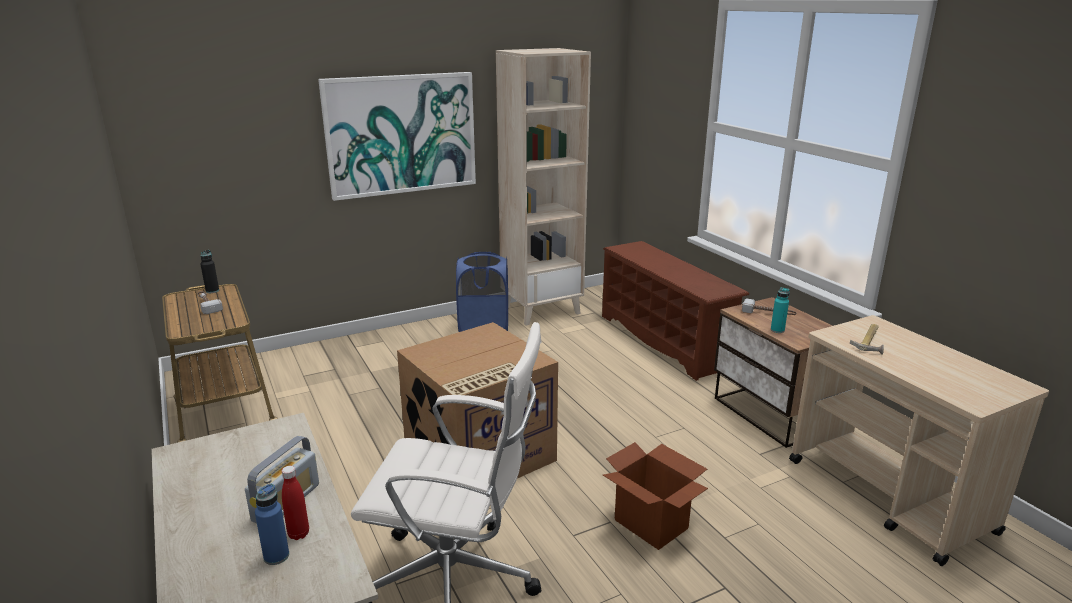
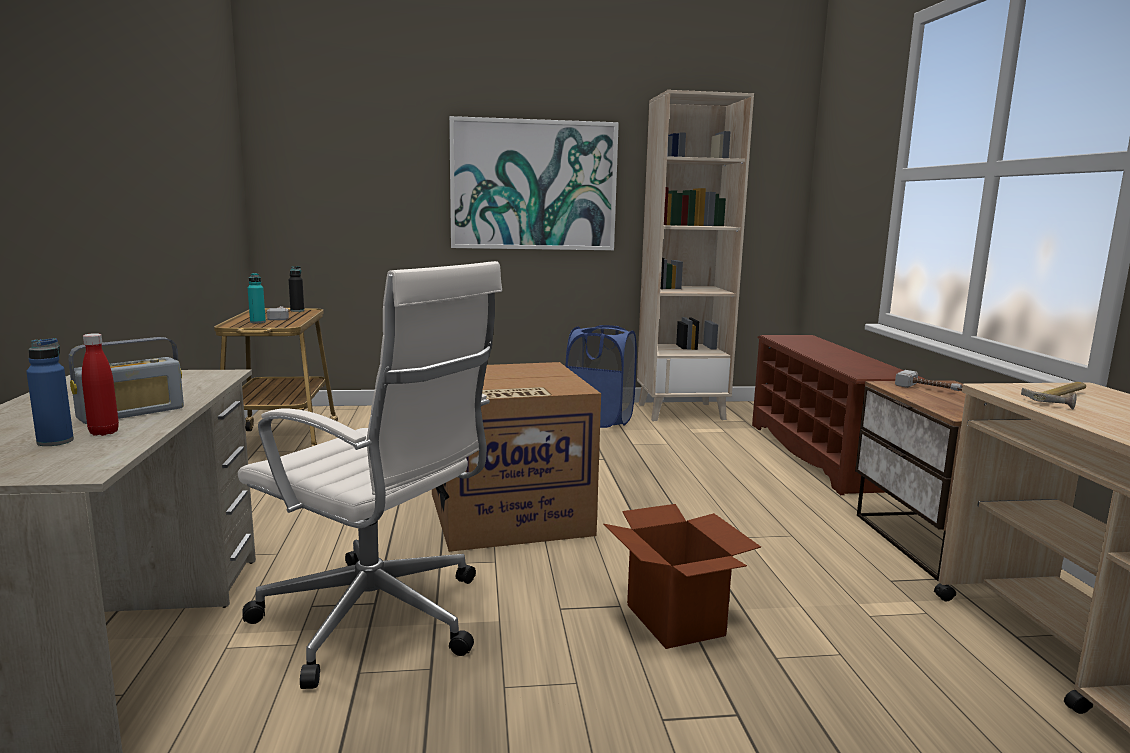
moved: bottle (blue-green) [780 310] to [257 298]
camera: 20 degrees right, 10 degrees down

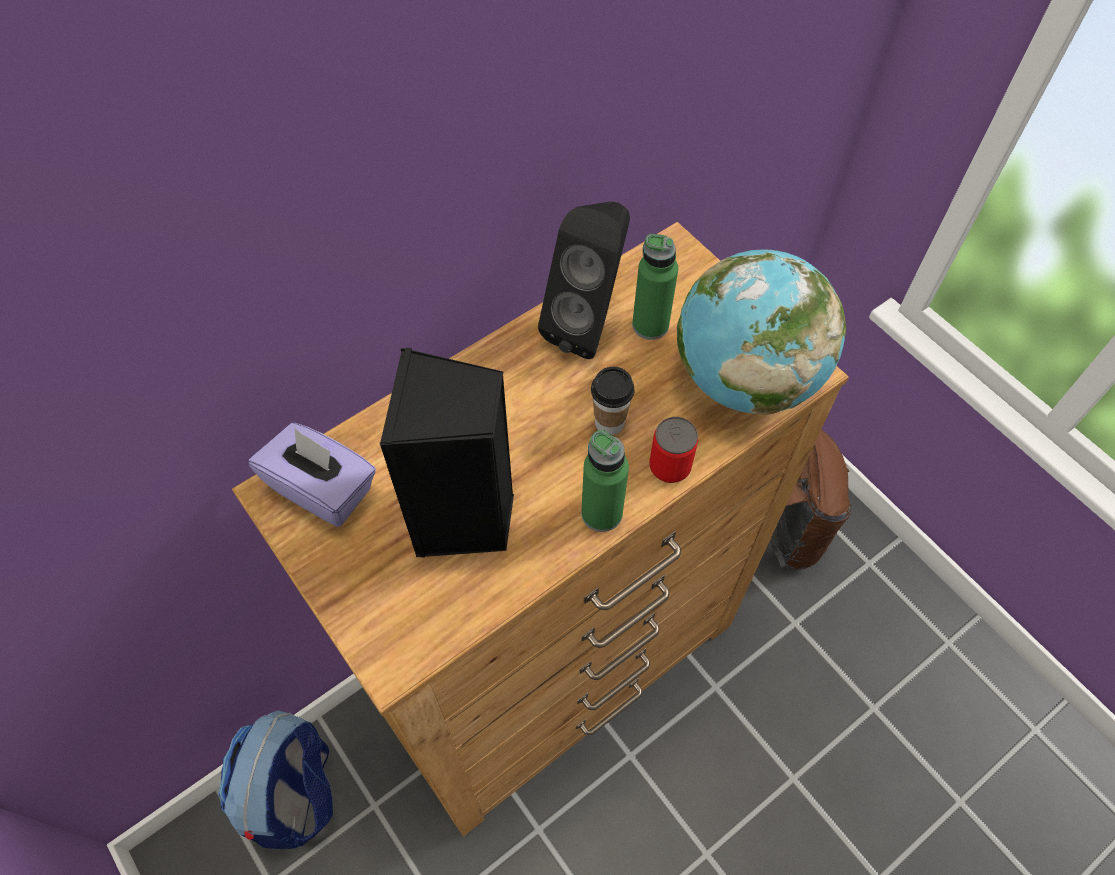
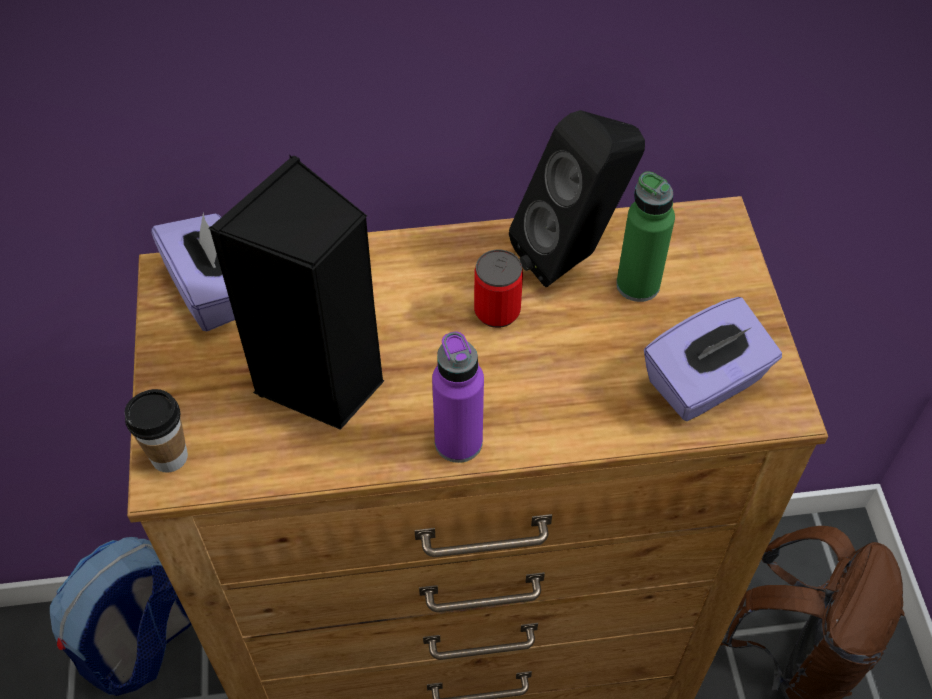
moved: drinking cup [613 401] to [156 431]; sealed can [673 450] to [498 289]
replaced: desk globe [761 332] to tissue holder (purplish) [713 359]
recoloured: bottle (green-coloured) [605 481] to bottle (purplish) [458 397]
camera: 30 degrees right, 5 degrees down

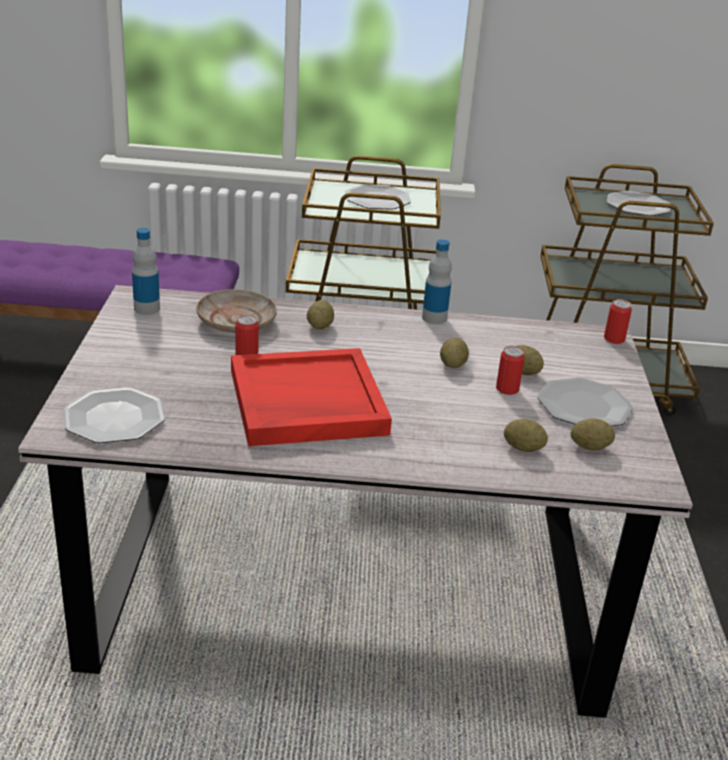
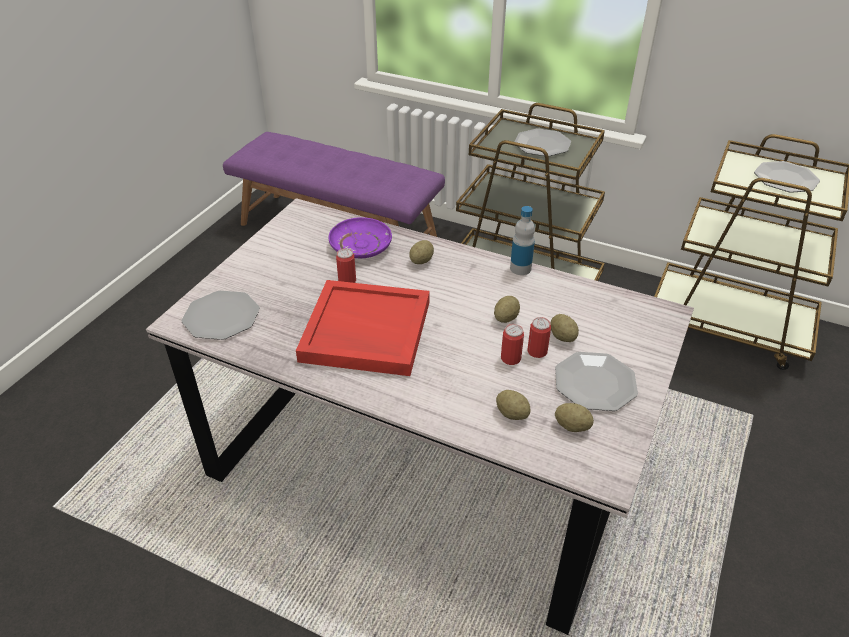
removed: bottle [146 271]
moved: sealed can [618 321] to [512 344]
recoloured: flat dish (beige-coloured) [236 311] to flat dish (purplish) [360 237]
camera: 25 degrees right, 10 degrees up

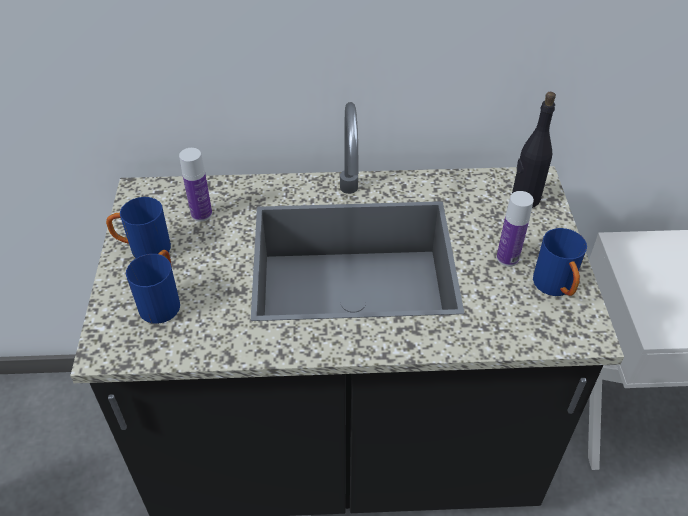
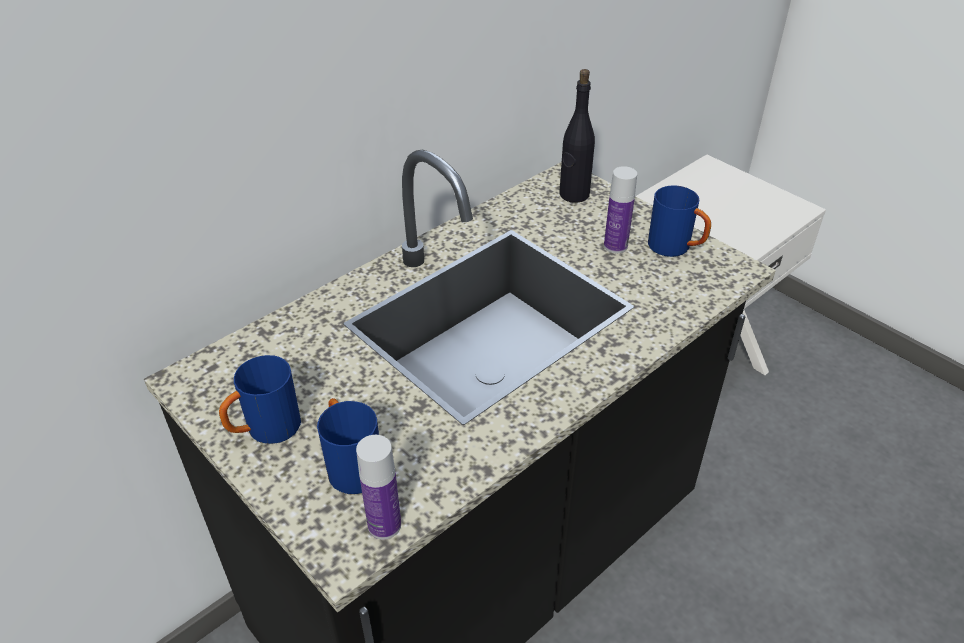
moved: bottle [195 185] to [378 487]
camera: 40 degrees left, 5 degrees down

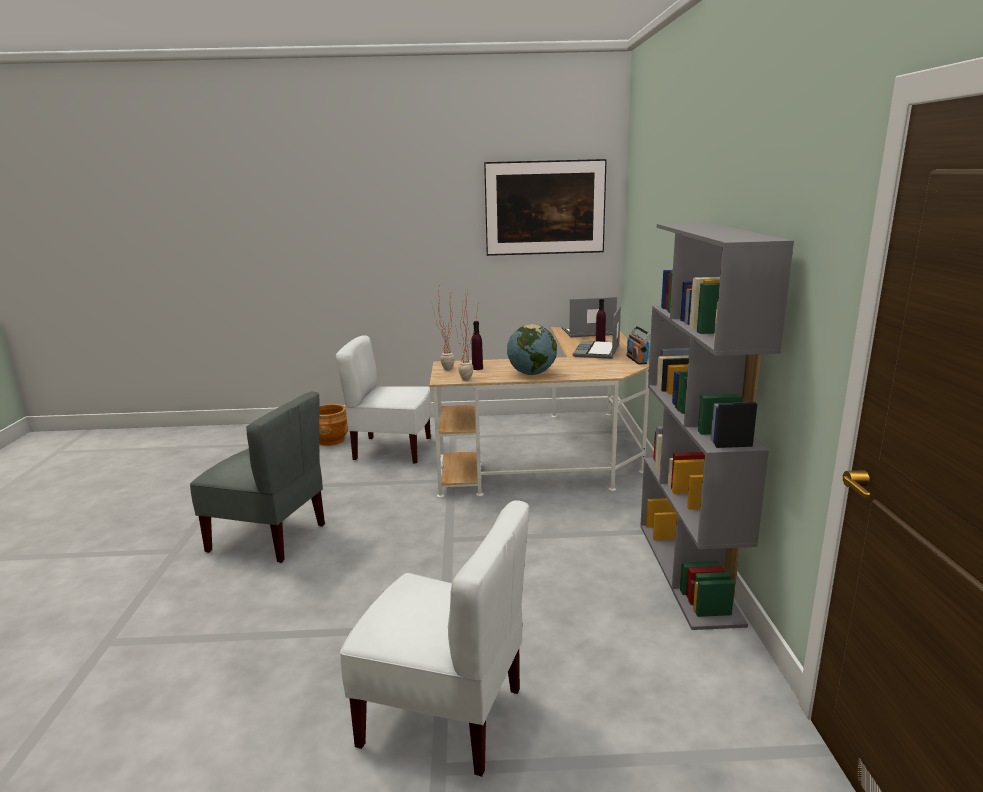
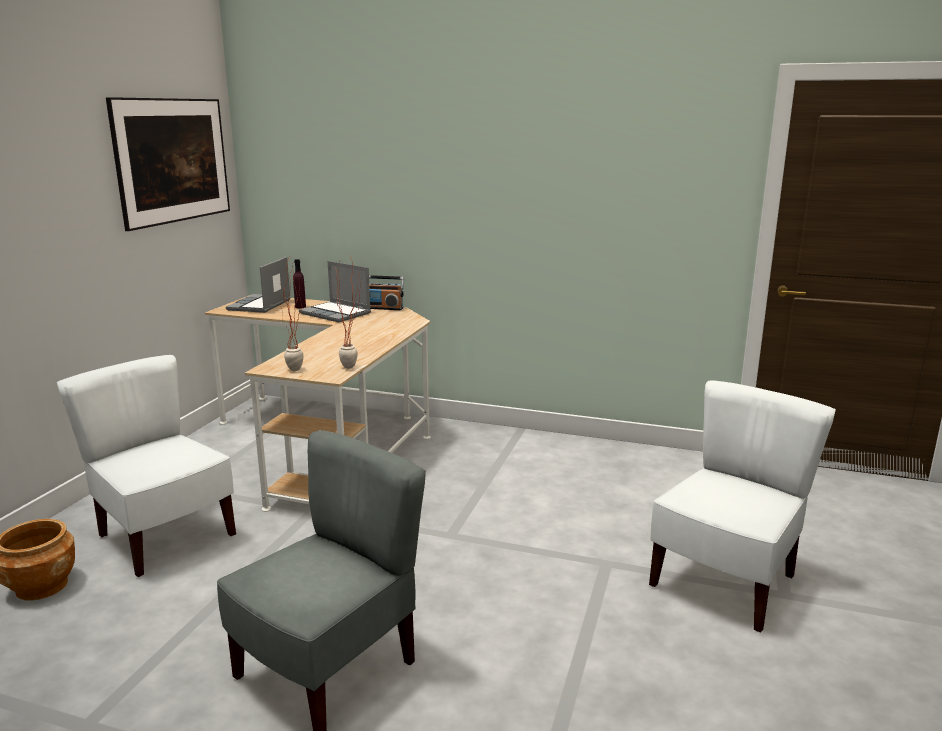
removed: bottle (purplish) [477 345]; desk globe [532 349]; shelving unit (greyish) [717 426]
turned: plain chair (white) [383 399] = [146 466] 105 degrees clockwise
camera: 70 degrees left, 0 degrees up

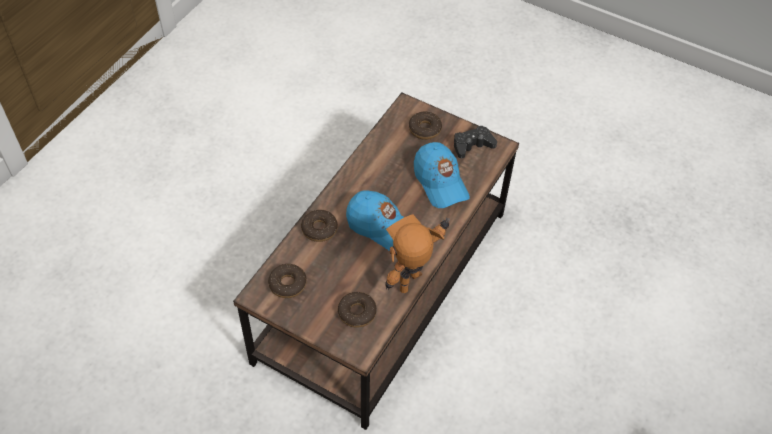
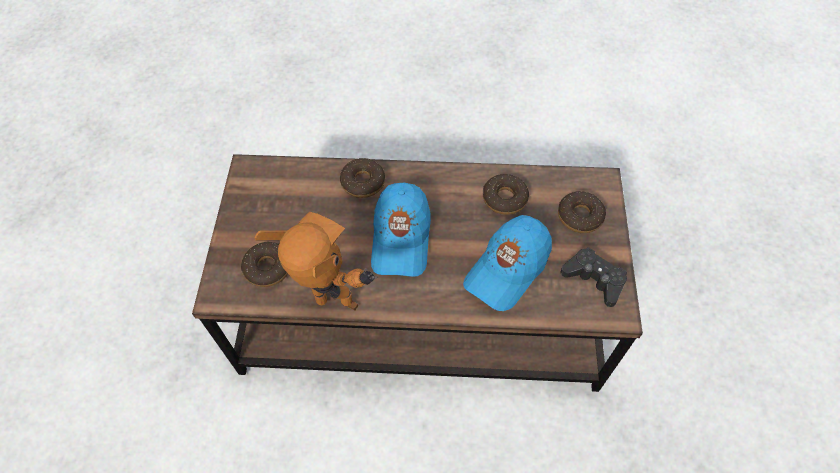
moved: ring doughnut [287 281] to [506 194]
camera: 65 degrees right, 5 degrees up

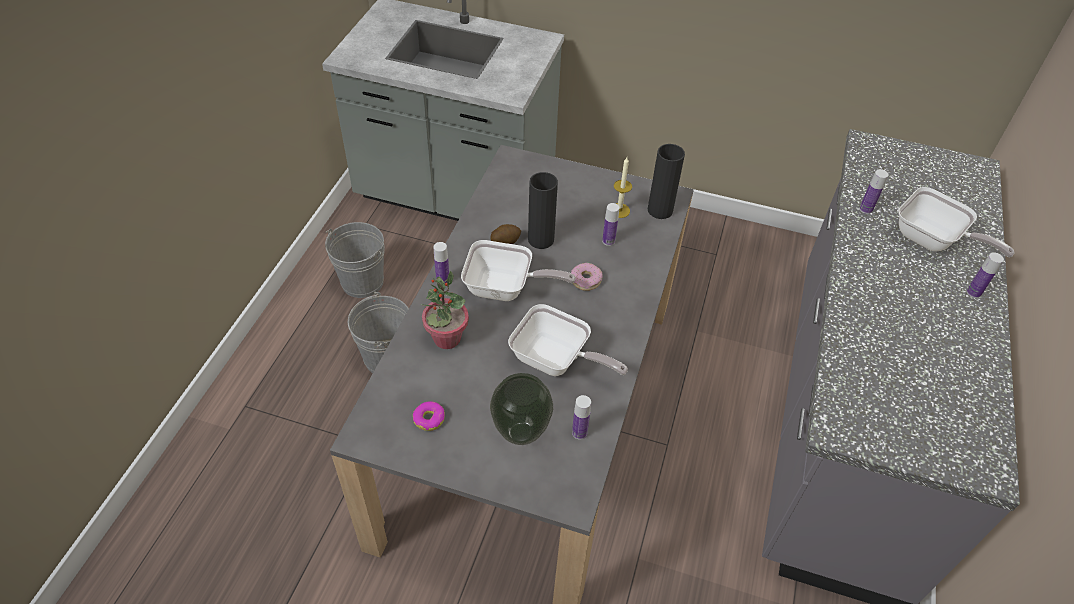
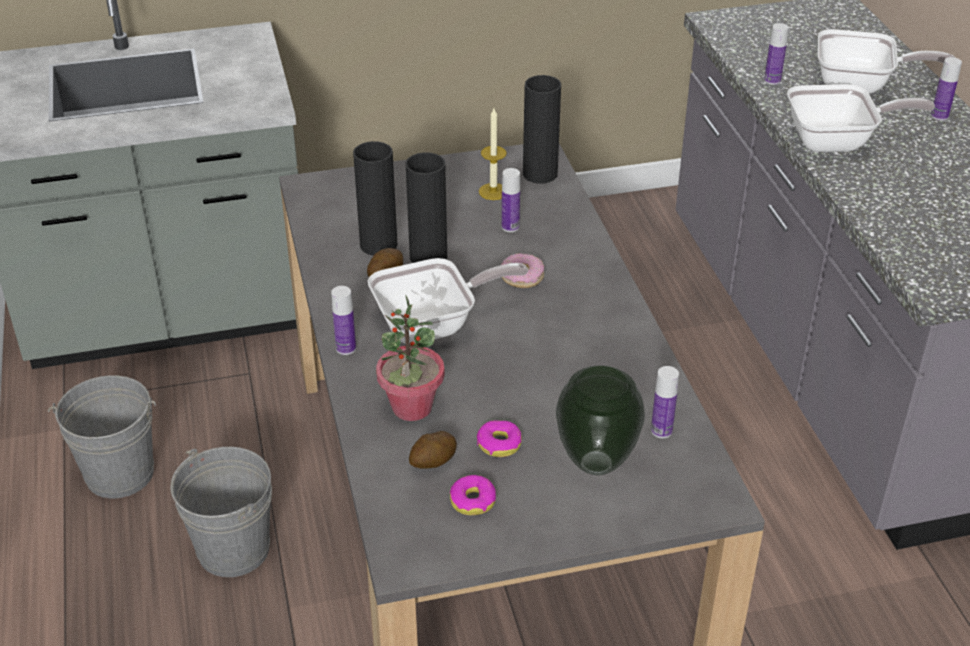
added: decorative vase (blackish) [375 198]; potato [433 450]; ring doughnut [499 438]
moved: pan [568 340] to [861 118]
camera: 30 degrees left, 10 degrees down

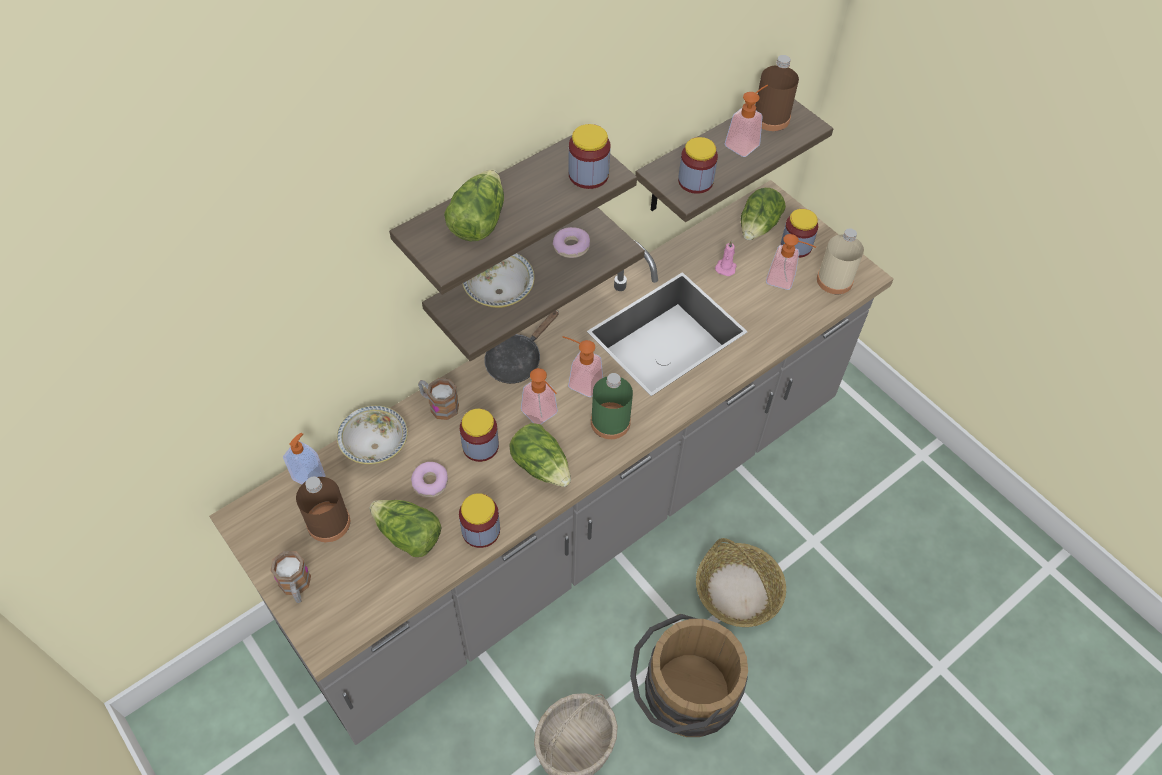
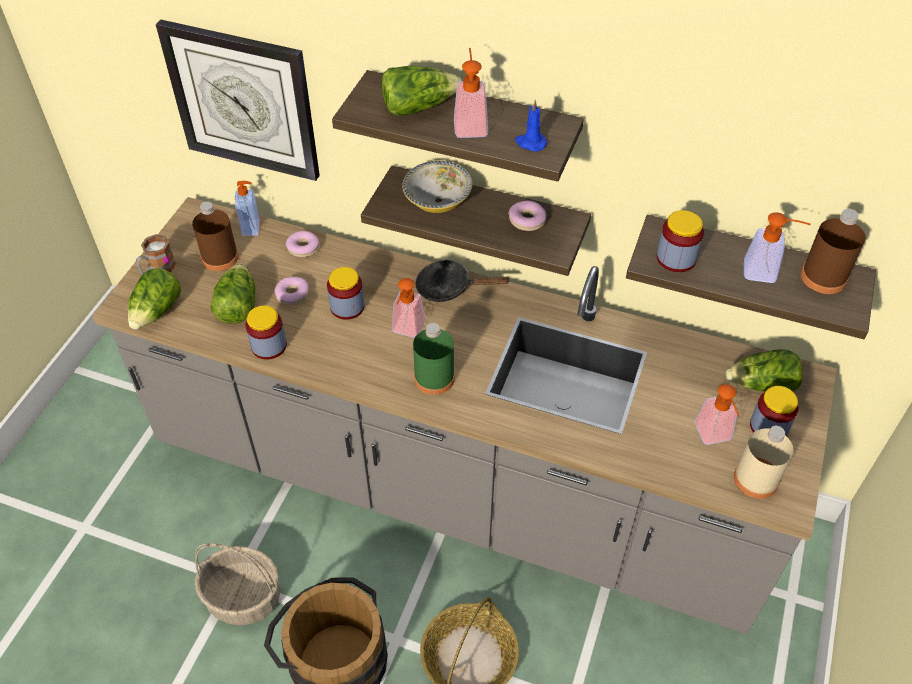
removed: mug [438 399]; wax light (pinkish) [725 258]
added: wall clock [238 100]
moved: lettuce [540 455] to [154 299]; soap bottle [582 366] to [471 93]
replaced: deep dish [372 435] to ring doughnut [302 244]; storage jar [589 156] to wax light (bluish) [531 125]
camera: 60 degrees right, 5 degrees down

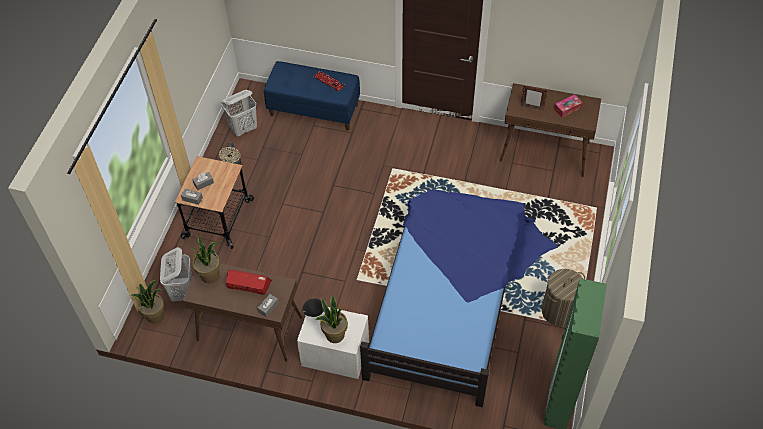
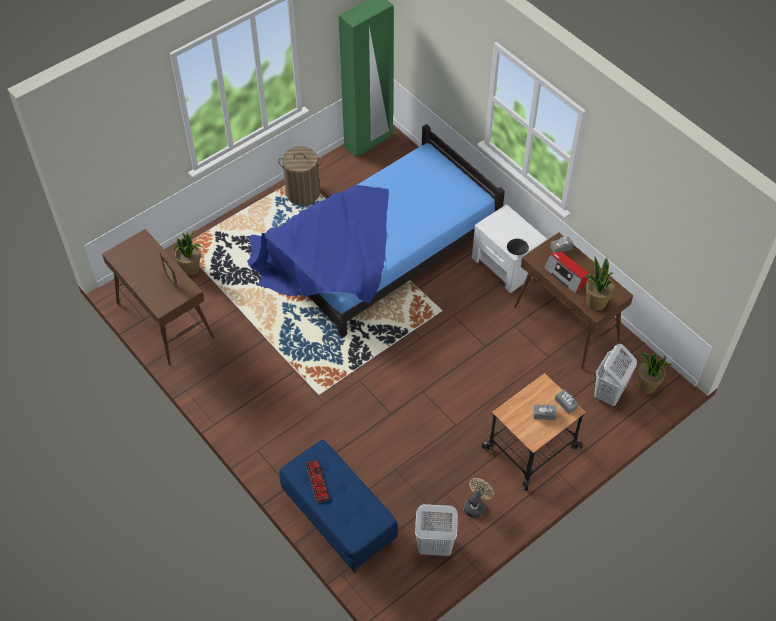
removed: tissue holder [568 106]
moved: potted plant [332 319] to [187 252]
camera: 145 degrees left, 0 degrees up

